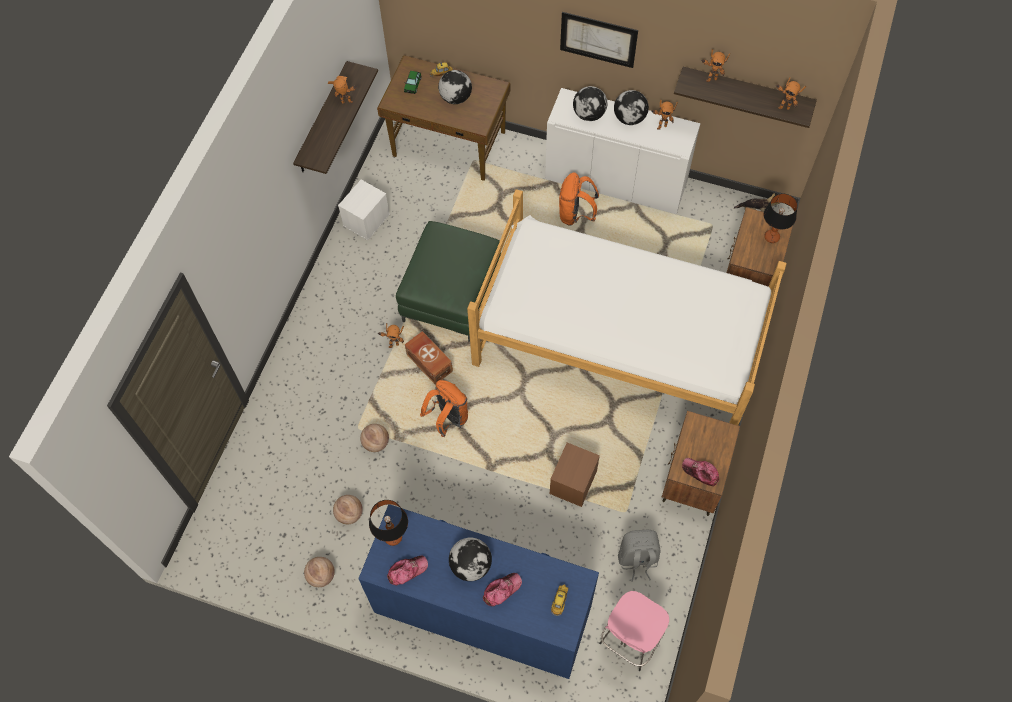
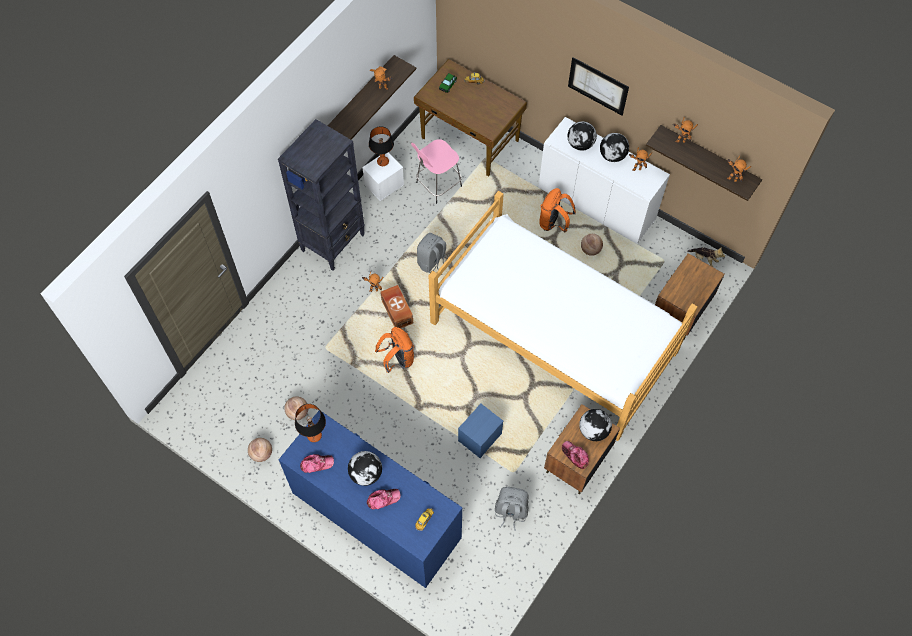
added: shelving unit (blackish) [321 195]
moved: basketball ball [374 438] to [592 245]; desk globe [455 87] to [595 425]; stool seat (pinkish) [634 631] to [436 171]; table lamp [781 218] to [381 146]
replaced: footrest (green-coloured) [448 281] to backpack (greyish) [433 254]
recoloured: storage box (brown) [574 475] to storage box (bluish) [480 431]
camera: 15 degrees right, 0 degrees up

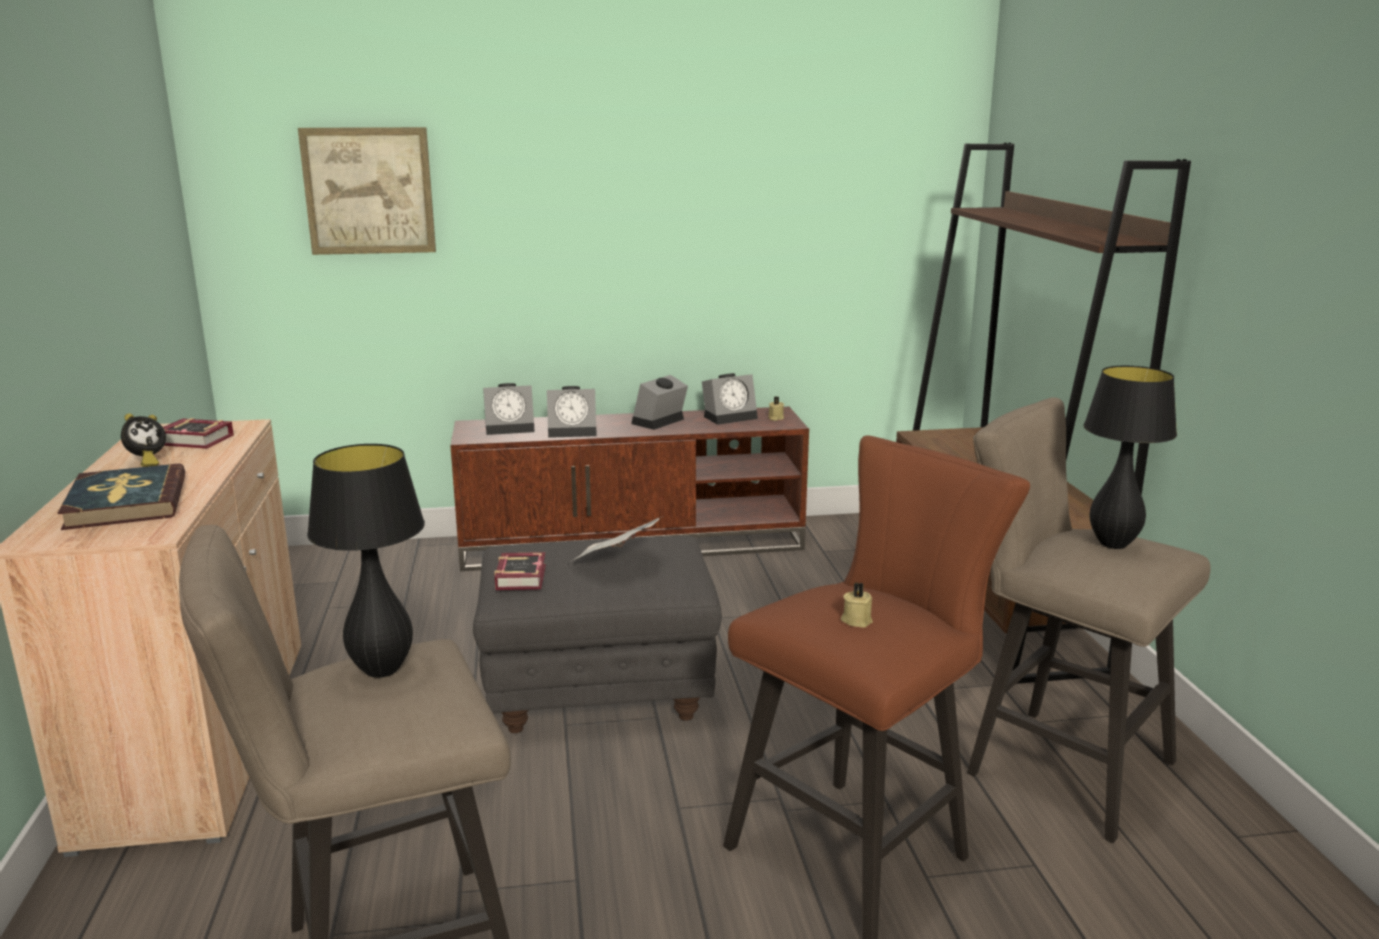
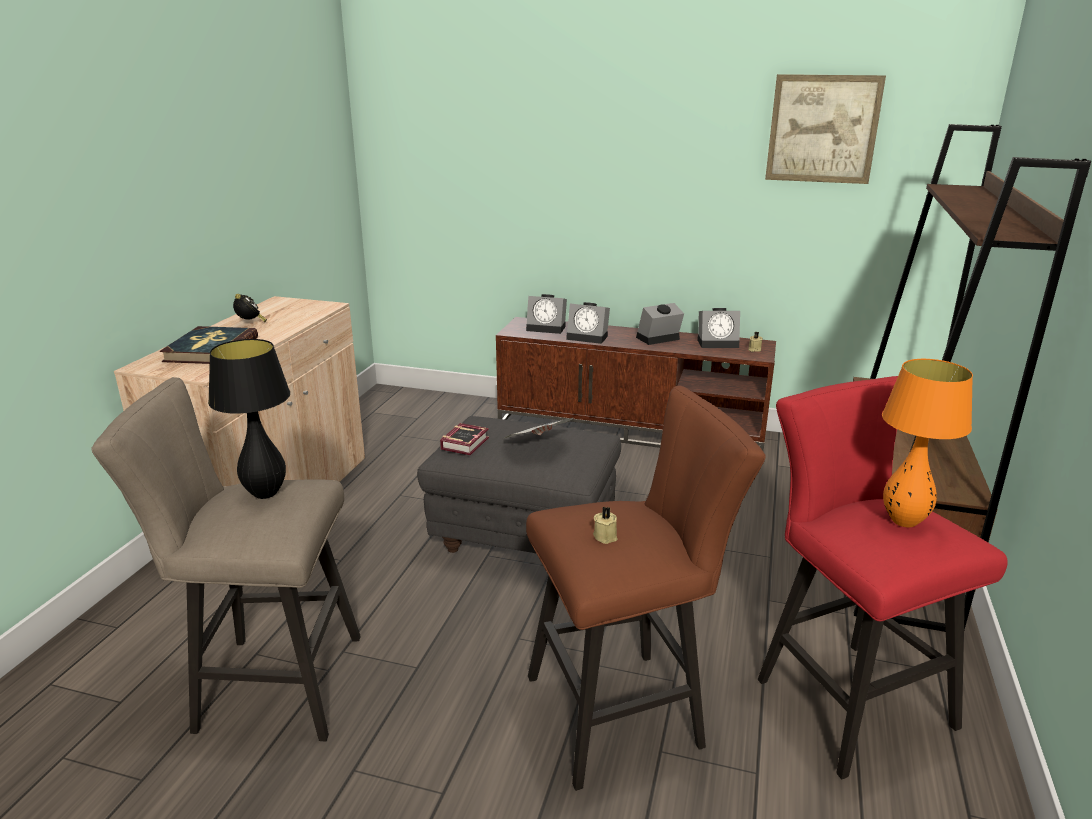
removed: volume [198 433]
moved: wall picture [367 191] to [825 129]
recoloured: stool seat (beige-coloured) [1089 620] to stool seat (reddish) [883 577]; table lamp (blackish) [1130 457] to table lamp (orangey) [927 443]
turned: alarm clock [143 440] = [250 308] 90 degrees counterclockwise
camera: 25 degrees right, 5 degrees up

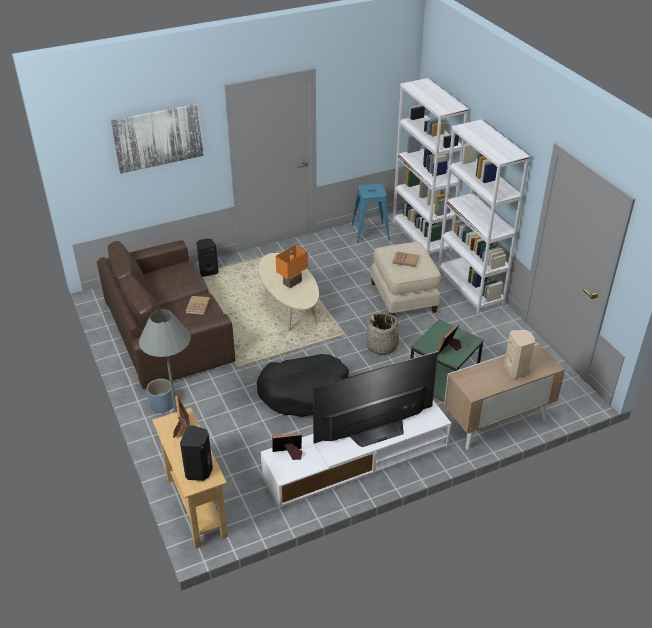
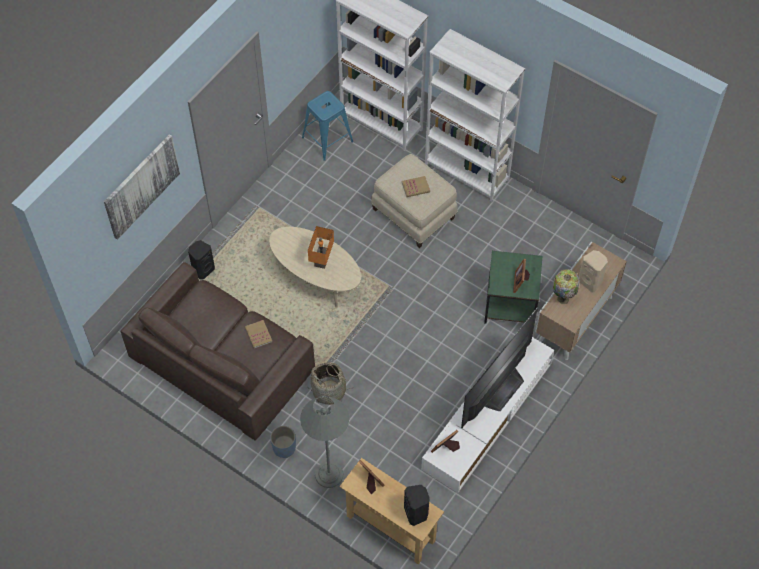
removed: dog bed (blackish) [303 385]
added: table lamp [566 286]
moved: basket [383 333] to [331 383]
camera: 30 degrees left, 20 degrees up

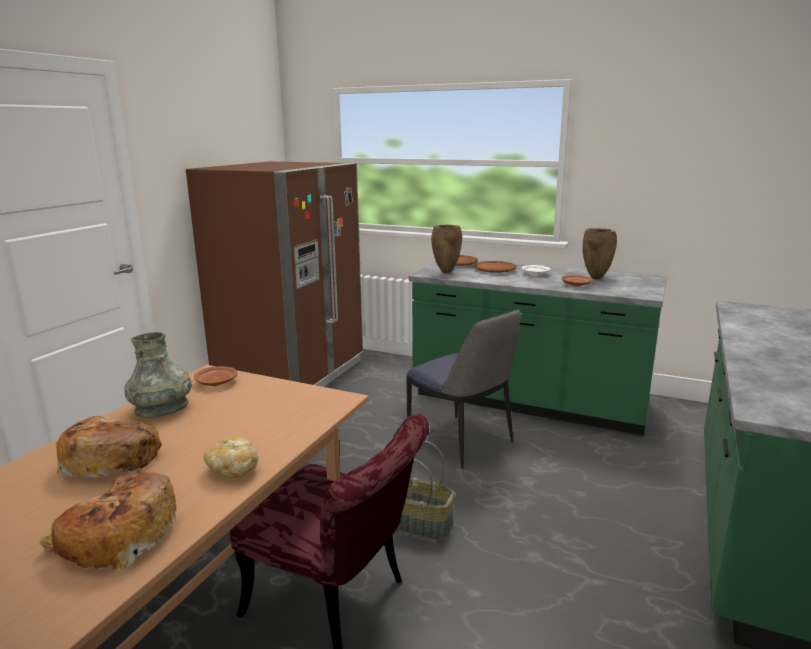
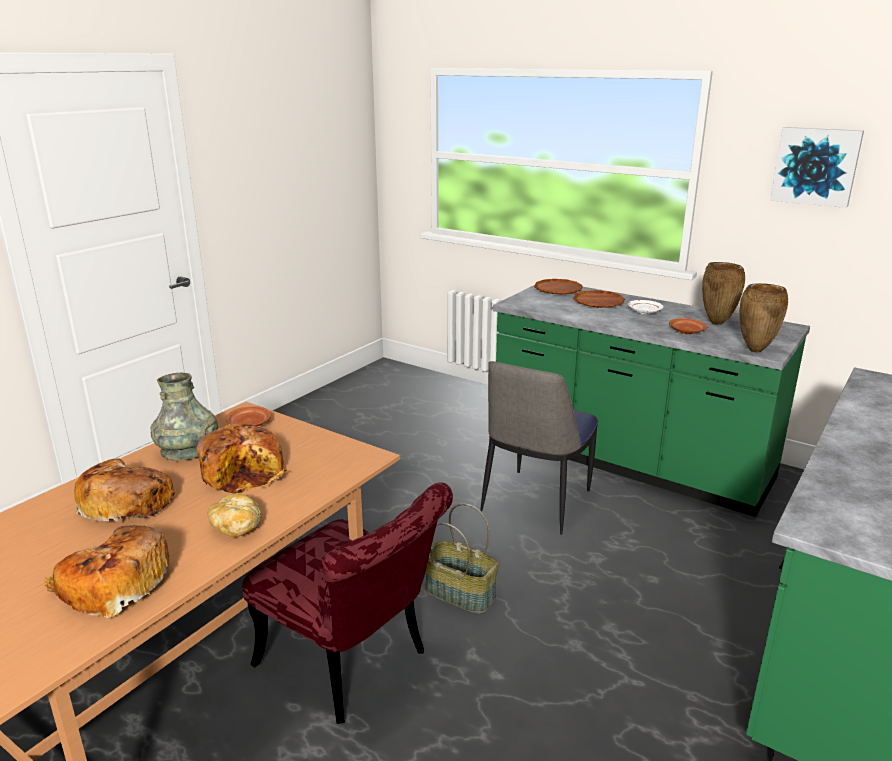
removed: kitchen fridge (brown) [274 274]
added: baked bread [242 459]; wall picture [817 167]
moved: decorative vase (brown) [446 249] to [764 318]
turned: plain chair [463 389] = [539 448] 60 degrees clockwise
camera: 10 degrees right, 5 degrees up

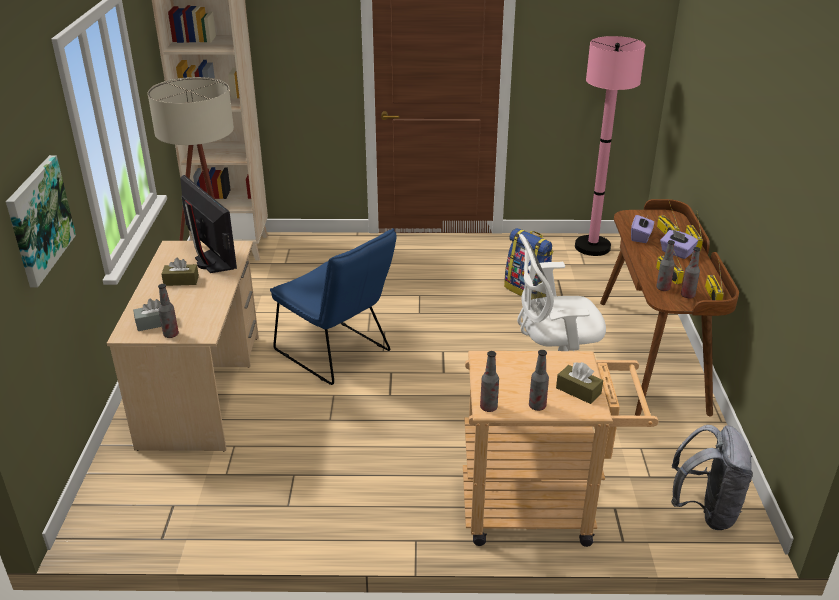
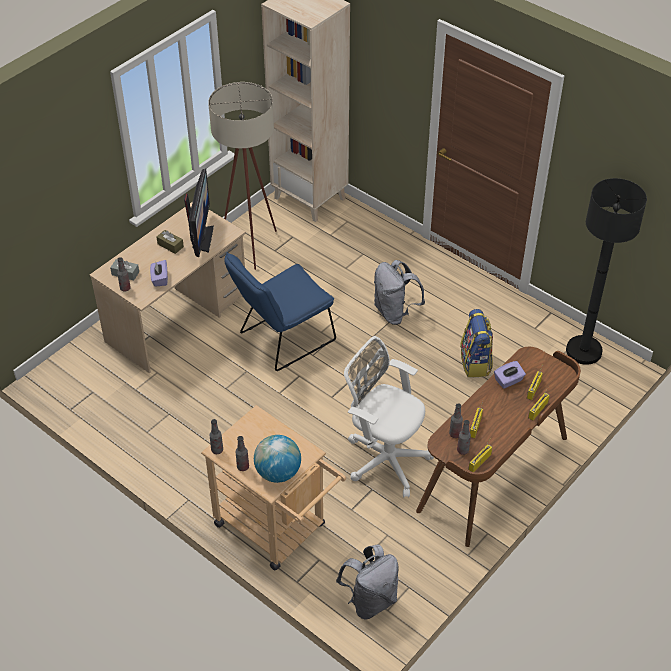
removed: wall picture [41 221]
added: backpack (greyish) [399 292]
moved: tissue holder (purplish) [679 244] to [159 273]
replaced: tissue holder (brown) [579 383] to desk globe [277 459]
recoloured: floor lamp (pinkish) [610 146] to floor lamp (blackish) [606 271]
turned: plain chair (bluish) [333 306] = [280 311] 60 degrees clockwise
camera: 40 degrees right, 15 degrees up

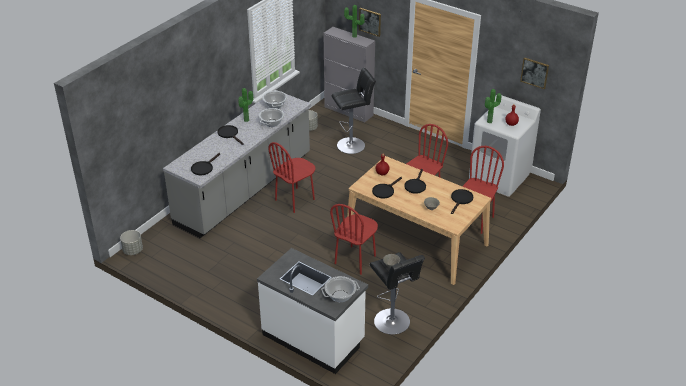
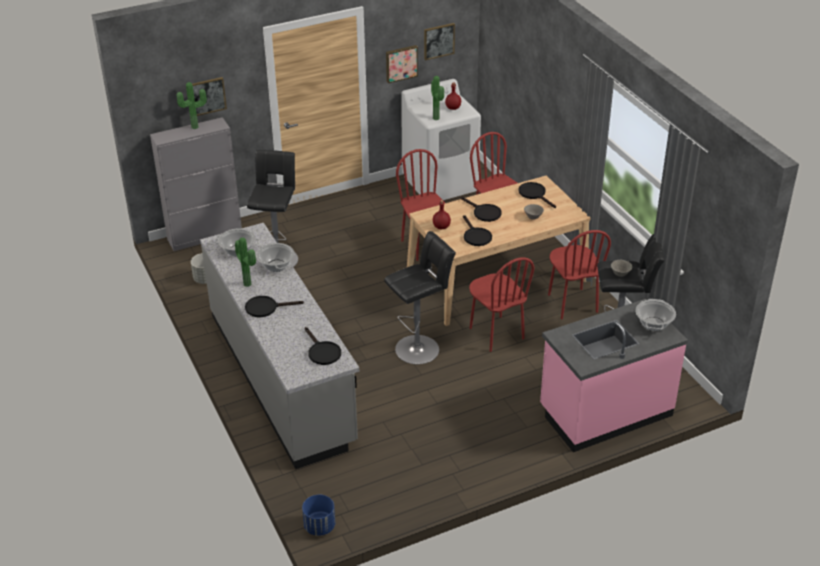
added: stool seat (blackish) [420 297]; wall picture [402 64]
moved: plain chair (reddish) [292 177] to [579 274]
recoloured: plant pot (greyish) [131 242] to plant pot (bluish) [318 515]; counter (white) [312 311] to counter (pinkish) [614 375]
camera: 60 degrees left, 0 degrees up

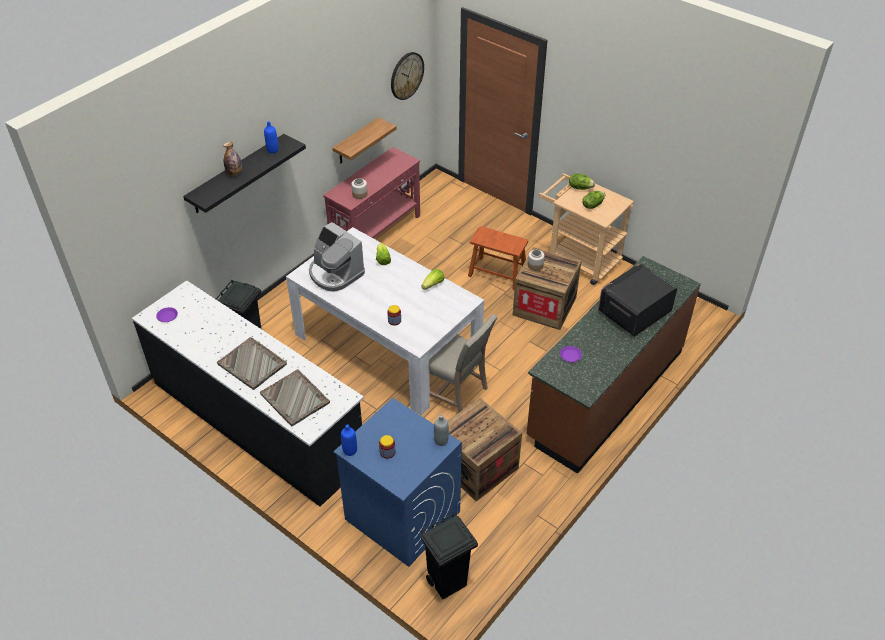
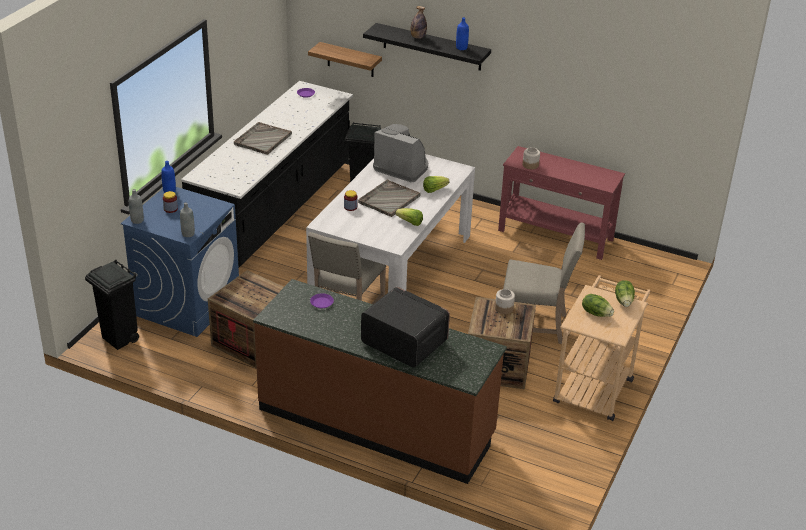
removed: wall clock [407 76]
added: bottle (greyish) [136 206]
moved: tray (greyish) [295 397] to [389 198]; shelf [364 140] to [345 59]
replaced: stool seat (brown) [498 258] to plain chair (beige-coloured) [544 283]
turned: coffee brewer [337 257] = [400 153] 90 degrees clockwise
camera: 75 degrees right, 10 degrees down

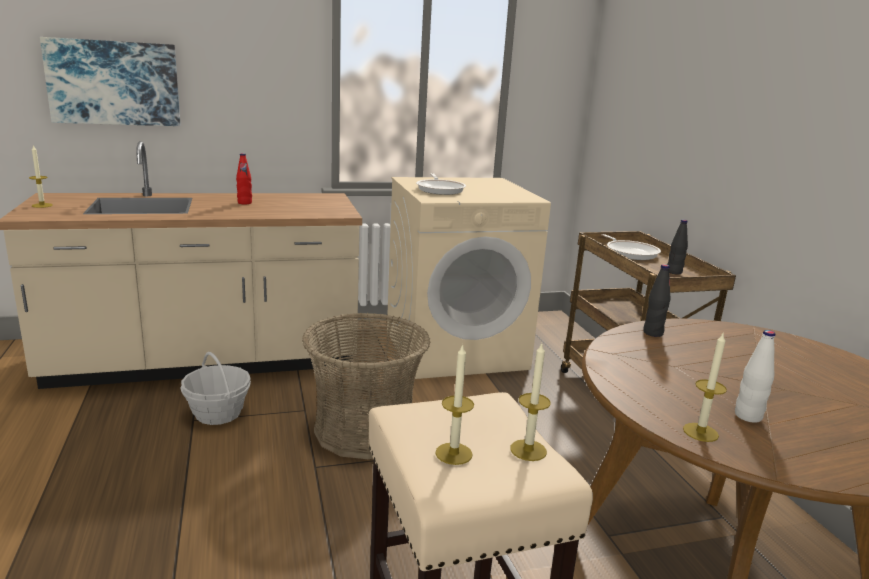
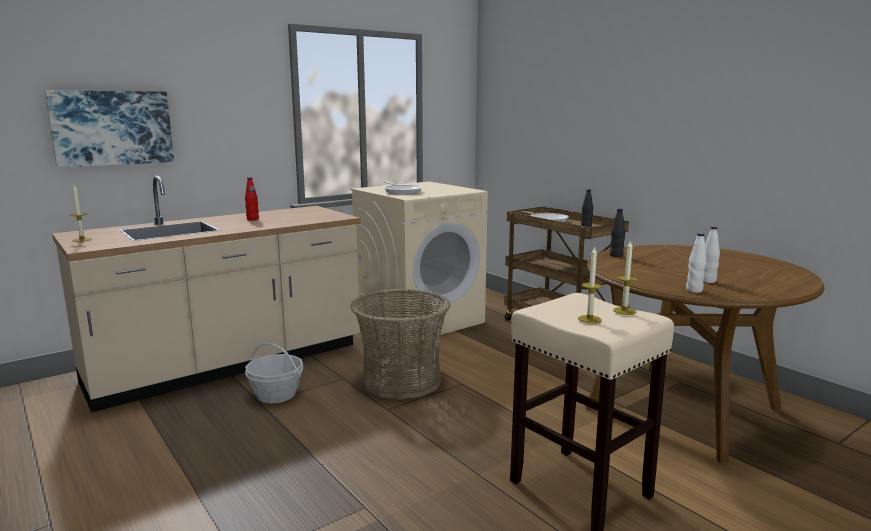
replaced: wax light [705 387] to bottle (white) [696 263]
camera: 20 degrees left, 5 degrees down

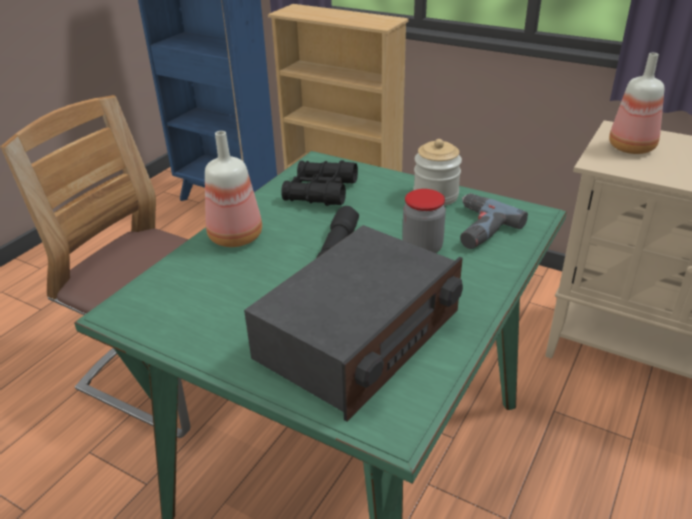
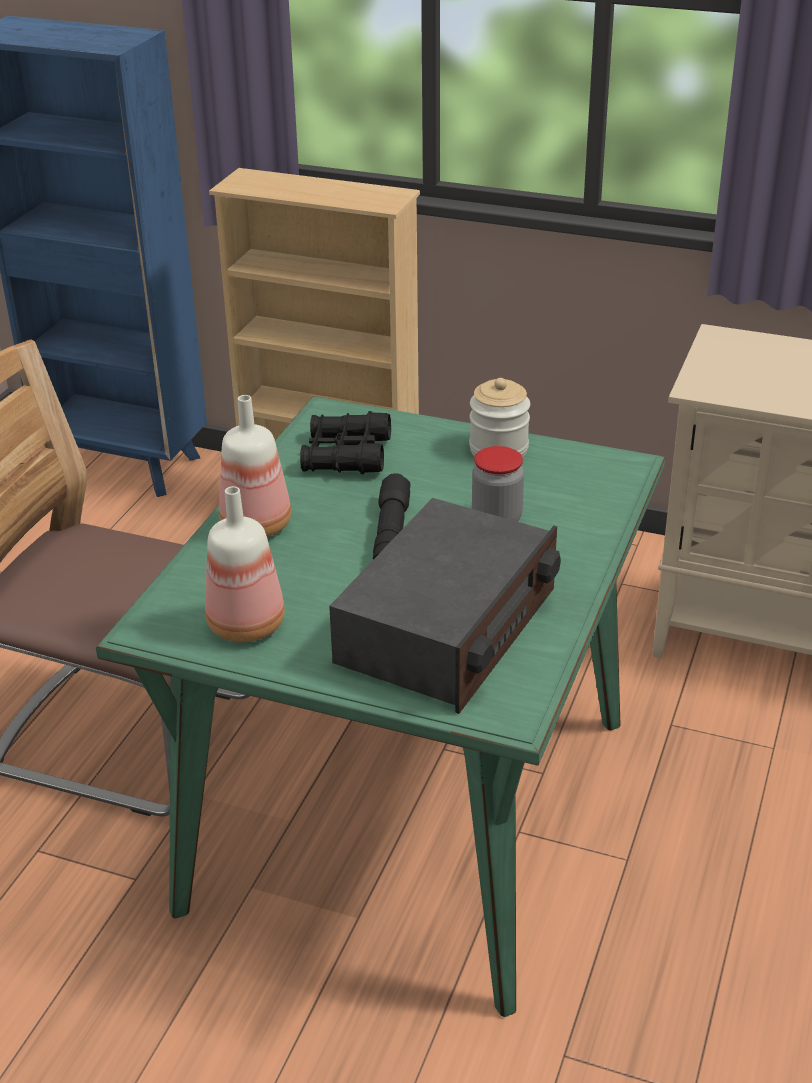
removed: power drill [494 221]
moved: bottle [636 103] to [245 564]
camera: 10 degrees left, 0 degrees up

